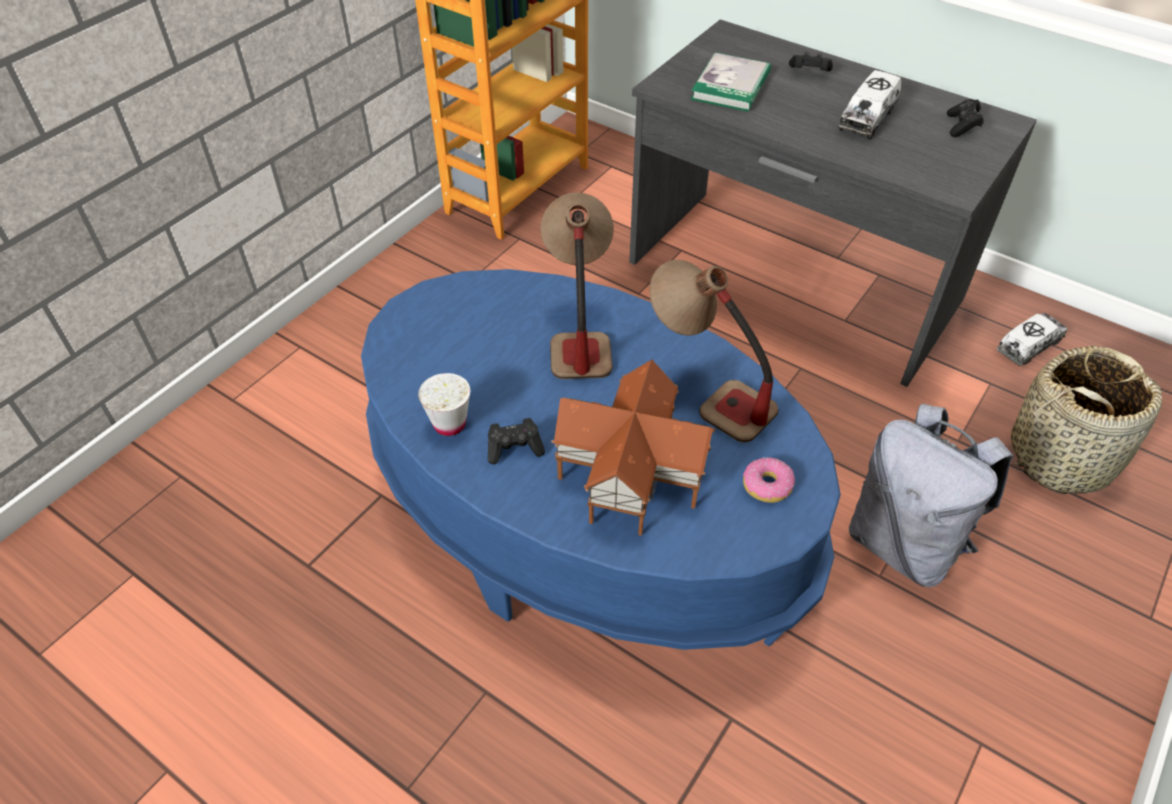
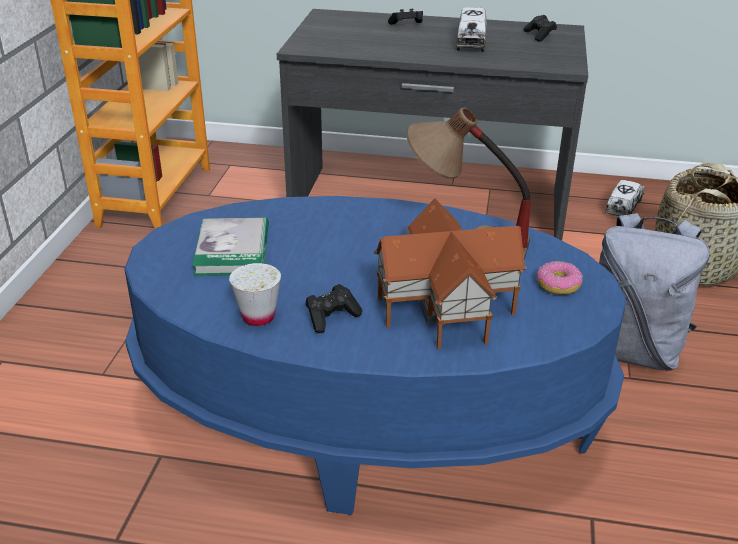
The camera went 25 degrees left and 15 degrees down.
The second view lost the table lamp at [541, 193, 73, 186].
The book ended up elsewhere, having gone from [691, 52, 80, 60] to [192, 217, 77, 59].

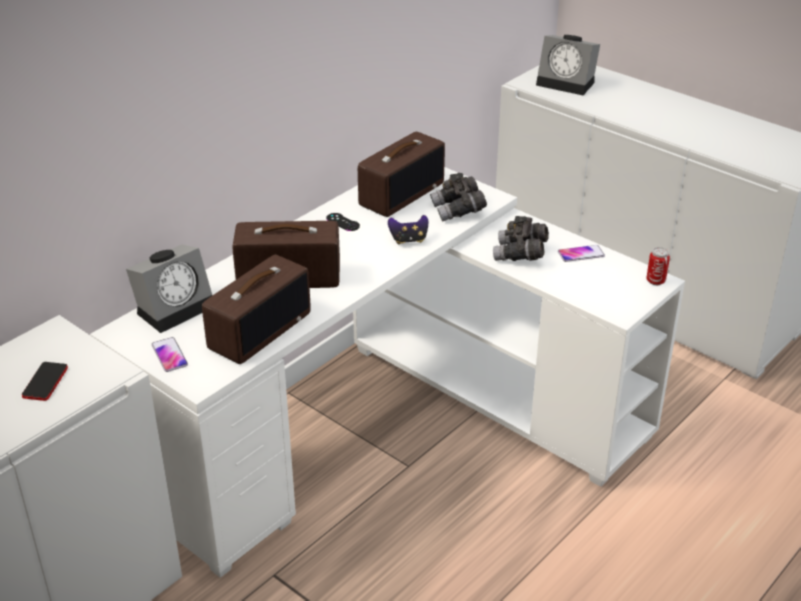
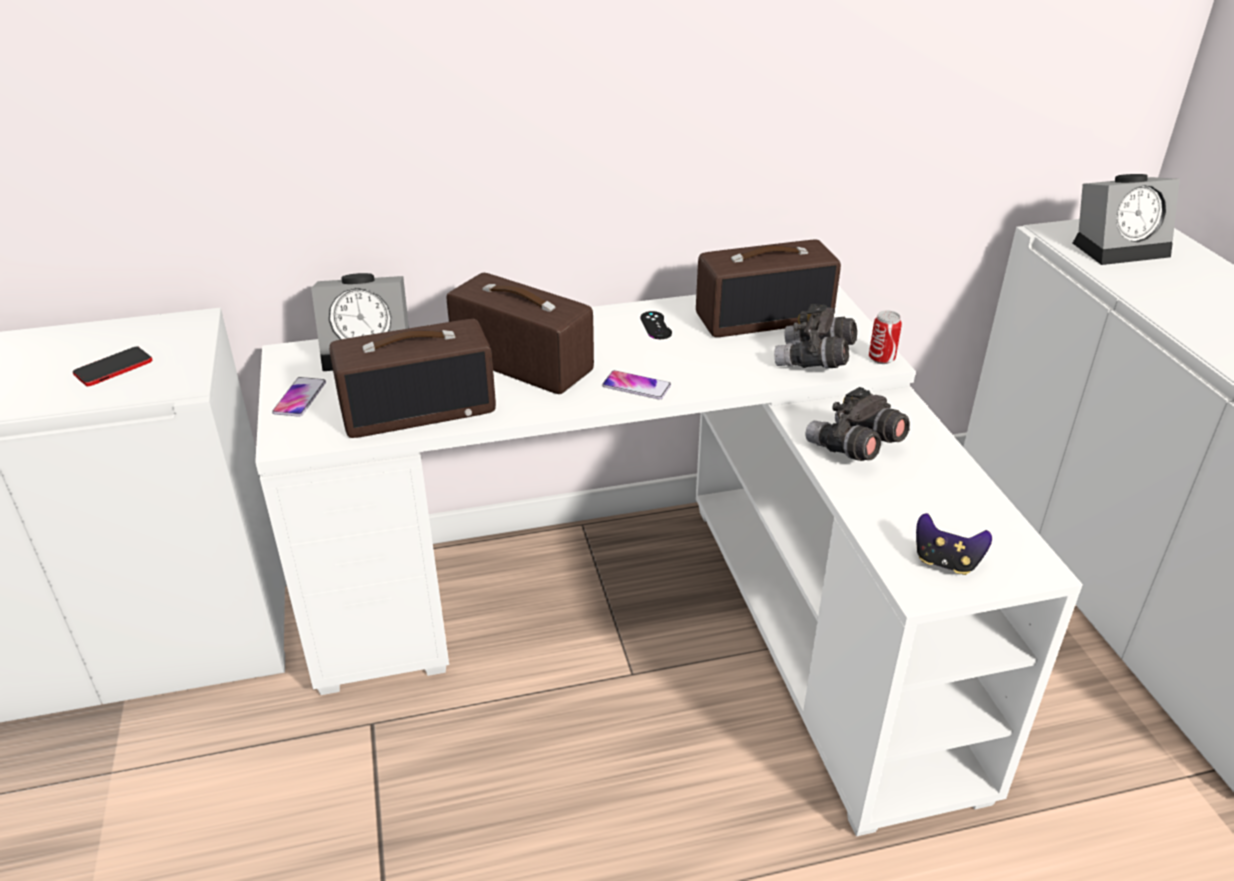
The camera went 35 degrees right and 0 degrees up.
The game controller ended up elsewhere, having gone from [388, 215, 40, 29] to [916, 513, 76, 62].
The phone ended up elsewhere, having gone from [558, 245, 47, 17] to [602, 370, 69, 30].
The can ended up elsewhere, having gone from [646, 247, 24, 38] to [869, 310, 33, 54].
The alarm clock at [536, 35, 64, 60] ended up facing another way, 75 degrees counterclockwise from before.

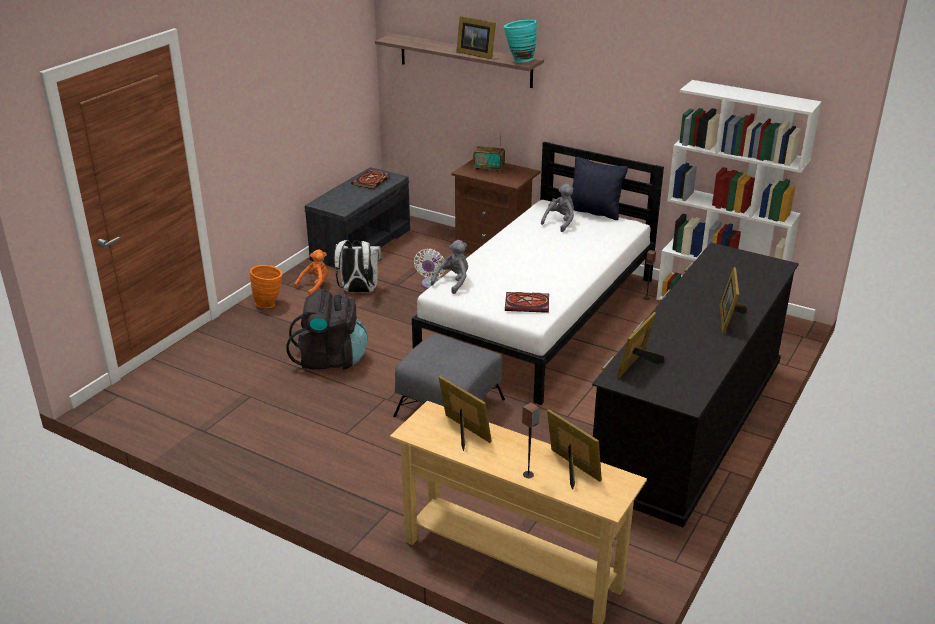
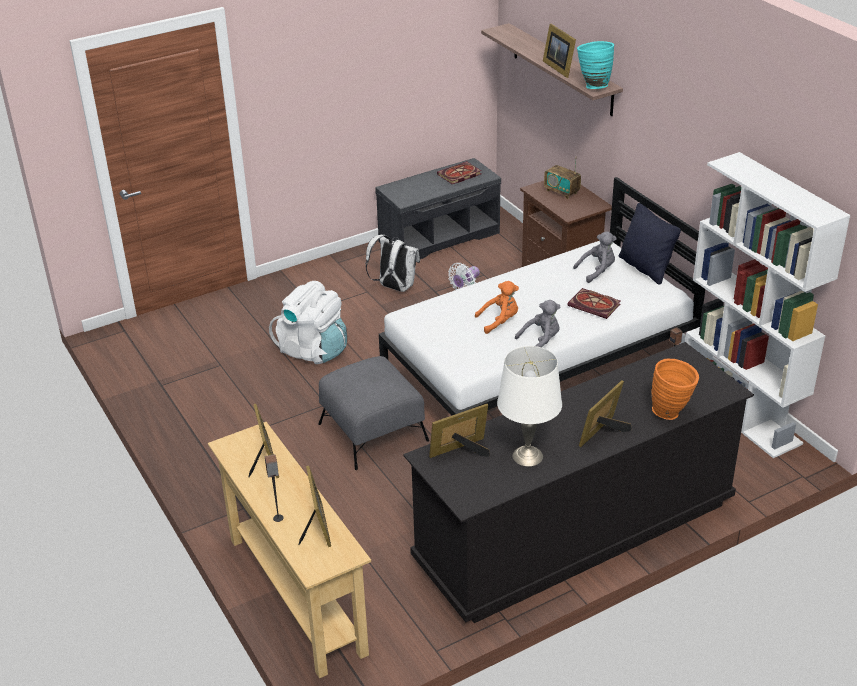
The camera went 30 degrees right and 5 degrees up.
The second view gained the white table lamp at [497, 346, 65, 120].
The orange vase ended up elsewhere, having gone from [250, 265, 32, 43] to [651, 359, 48, 61].
The orange plush toy ended up elsewhere, having gone from [294, 249, 35, 47] to [475, 281, 44, 53].
The grey plush toy ended up elsewhere, having gone from [431, 240, 37, 54] to [515, 300, 46, 47].
The book ended up elsewhere, having gone from [505, 292, 44, 21] to [567, 288, 54, 31].
What was the black backpack at [286, 289, 82, 81] turned into the white backpack at [269, 281, 78, 83].

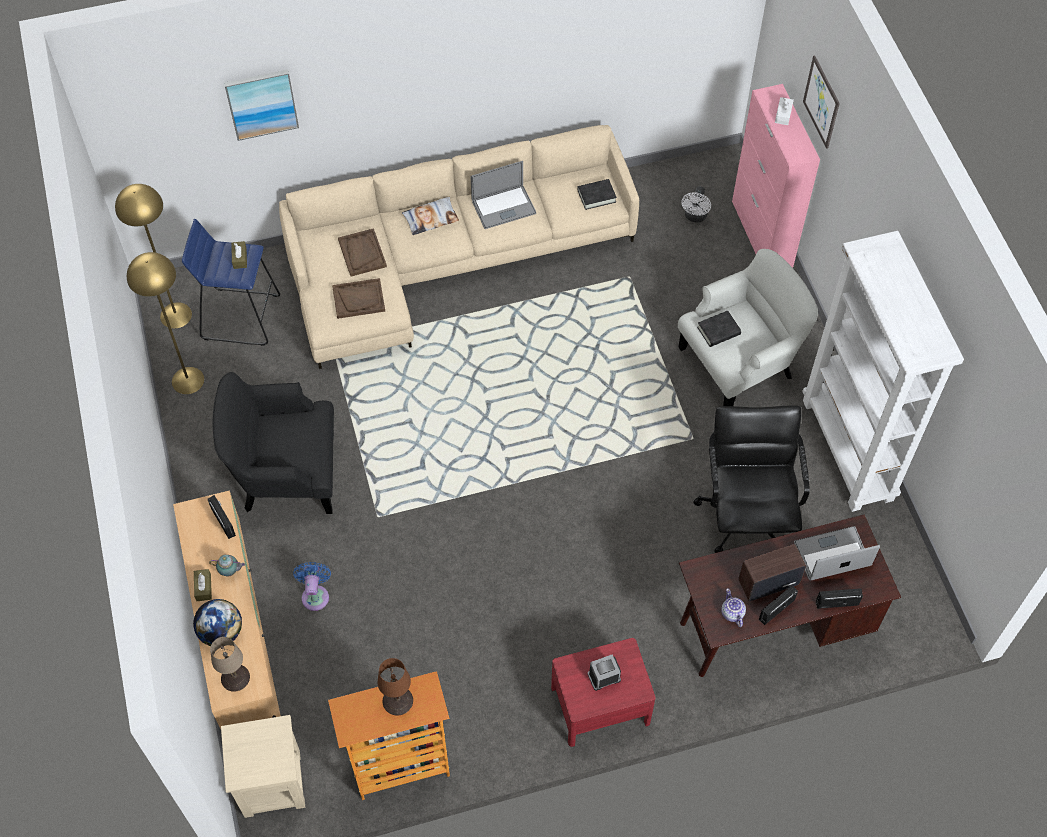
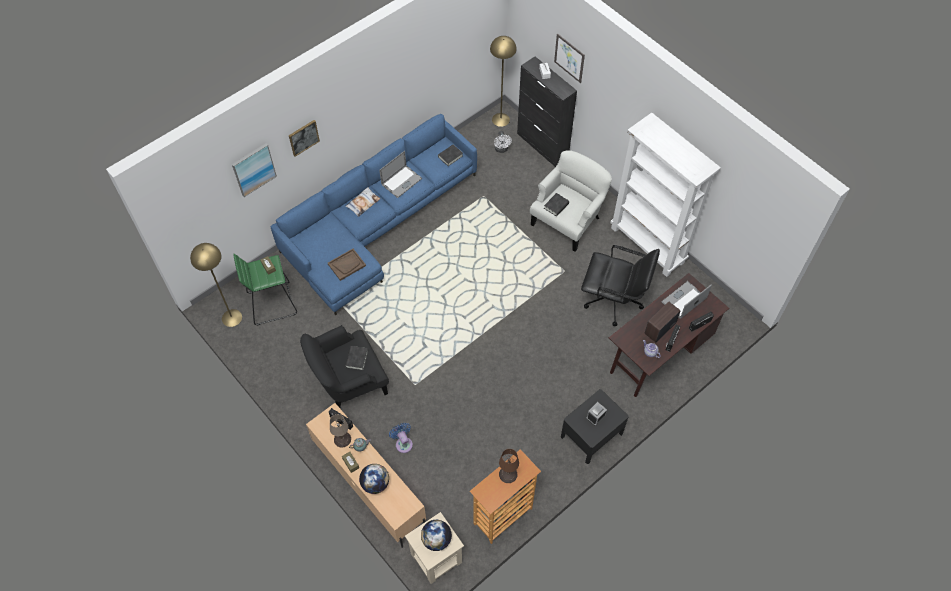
The camera went 25 degrees left and 0 degrees up.
The second view lost the brown tray at [338, 228, 49, 48].
The second view gained the picture at [289, 120, 31, 37].
The second view gained the black book at [345, 346, 23, 24].
The second view gained the globe at [421, 520, 31, 31].
The yellow floor lamp ended up elsewhere, having gone from [127, 252, 77, 142] to [490, 36, 27, 91].
The beige table lamp ended up elsewhere, having gone from [210, 637, 40, 55] to [330, 414, 21, 34].
What was the blue stool at [182, 219, 98, 127] turned into the green stool at [233, 254, 64, 72].
What was the beige sofa at [279, 125, 360, 244] turned into the blue sofa at [271, 114, 206, 201].
What was the red nightstand at [551, 638, 104, 109] turned into the black nightstand at [561, 389, 68, 75].
What was the pink cabinet at [732, 84, 88, 184] turned into the black cabinet at [517, 57, 60, 110].
The black office chair at [693, 406, 117, 147] ended up facing another way, 135 degrees clockwise from before.

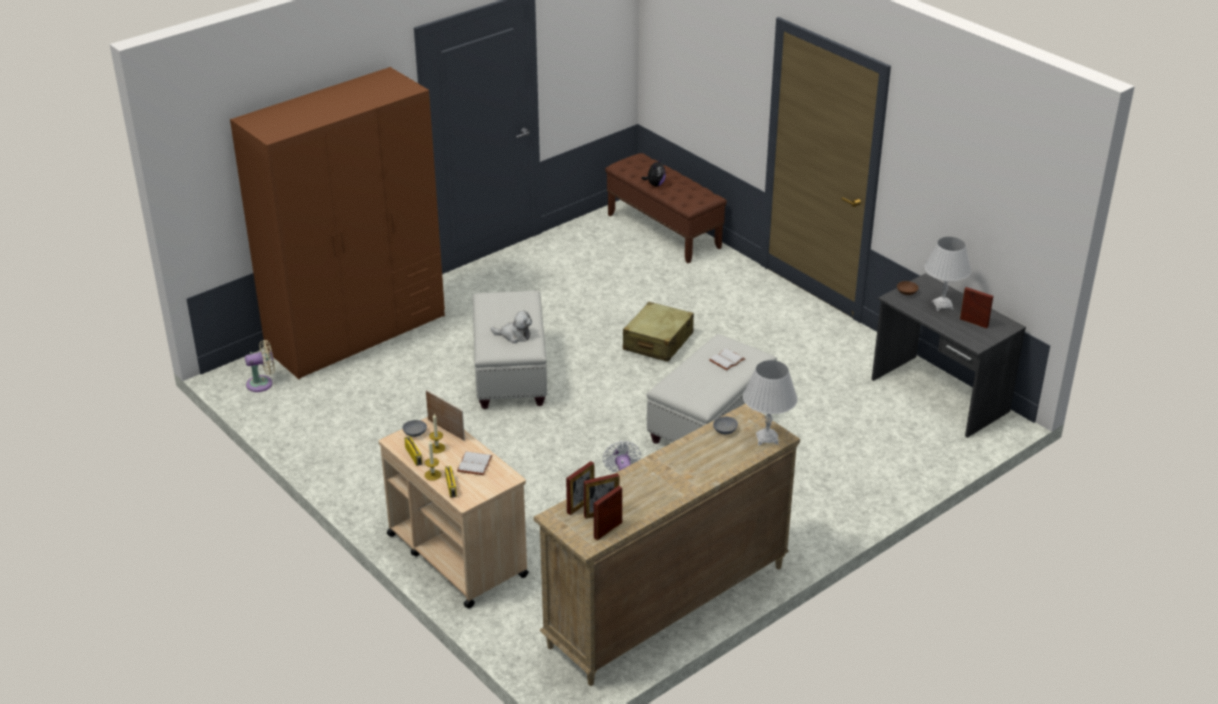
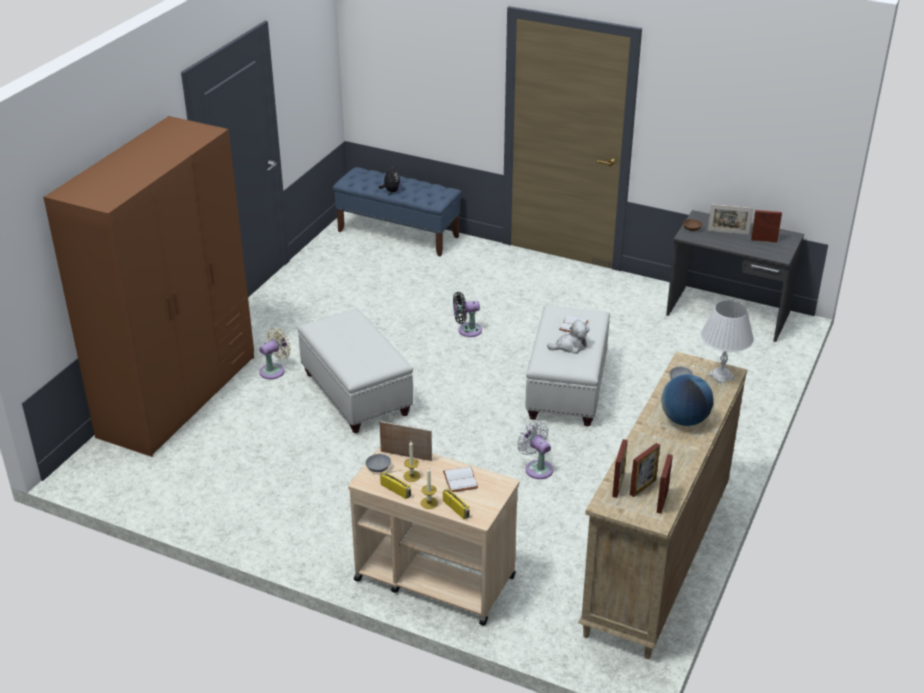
The camera went 25 degrees left and 0 degrees up.
The second view gained the globe at [661, 374, 53, 52].
The beige fan ended up elsewhere, having gone from [245, 340, 30, 52] to [259, 328, 32, 51].
The plush toy ended up elsewhere, having gone from [491, 311, 41, 32] to [547, 320, 42, 34].
Where the beige suitcase stood at [623, 302, 71, 60], the black fan came to stand at [453, 292, 29, 45].
Where the white table lamp stood at [925, 237, 46, 74], the picture frame came to stand at [707, 204, 46, 31].
What was the brown bench at [605, 153, 122, 110] turned into the blue bench at [333, 167, 128, 90].

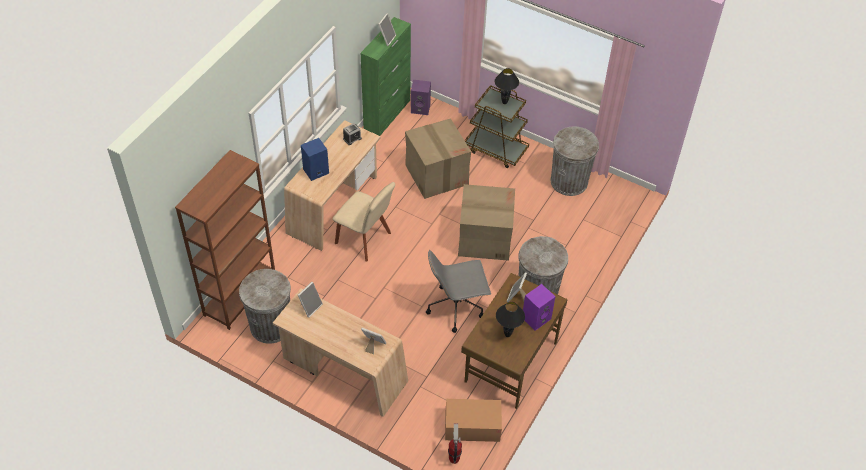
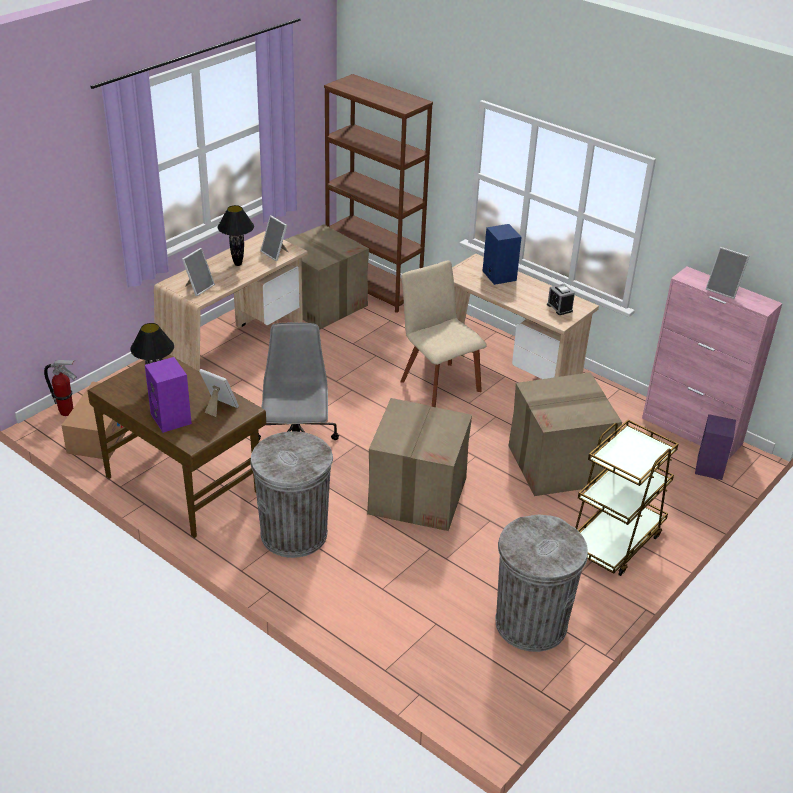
The camera went 100 degrees right and 15 degrees down.
The black table lamp ended up elsewhere, having gone from [495, 68, 24, 36] to [218, 205, 36, 61].
Where the grey trash can stood at [239, 269, 52, 75], the cardboard box came to stand at [285, 224, 84, 106].
What was the green cabinet at [361, 17, 50, 119] turned into the pink cabinet at [642, 267, 141, 192].
The beige chair at [332, 182, 63, 79] ended up facing another way, 105 degrees clockwise from before.

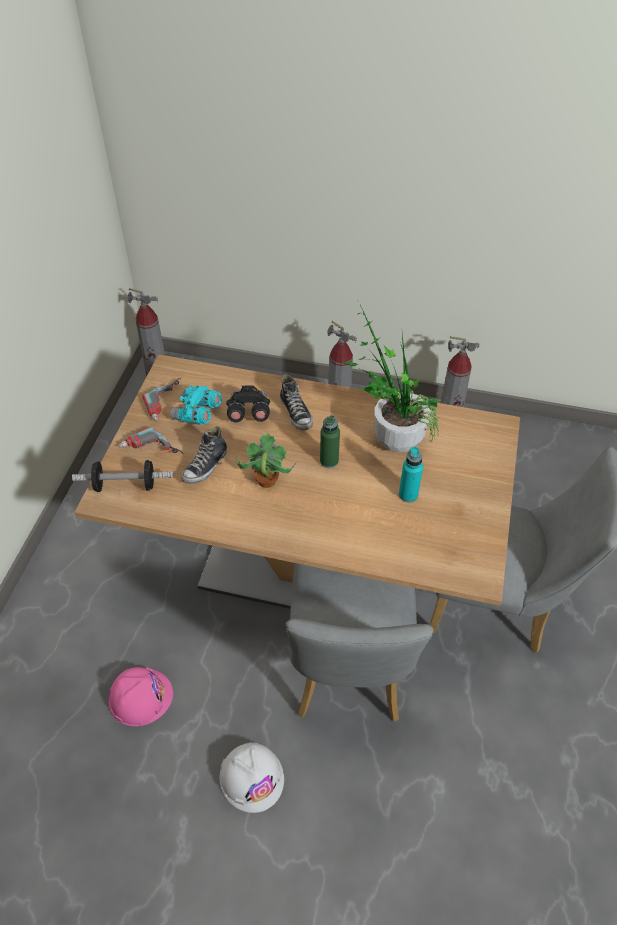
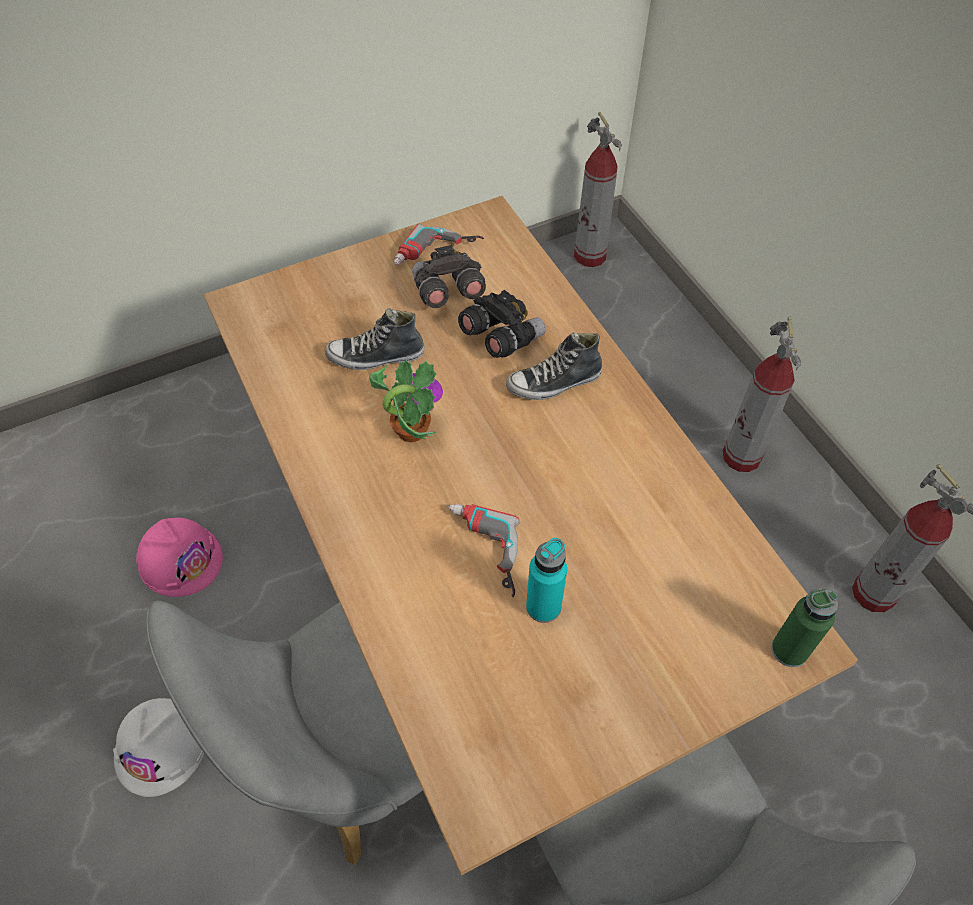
The camera went 50 degrees right and 5 degrees up.
The second view lost the dumbbell at [72, 460, 102, 32].
The second view lost the potted plant at [338, 298, 103, 154].
The power drill ended up elsewhere, having gone from [119, 426, 64, 28] to [448, 503, 72, 95].
The green bottle ended up elsewhere, having gone from [320, 415, 20, 53] to [771, 588, 67, 79].
What was the turquoise binoculars at [170, 385, 52, 40] turned into the grey binoculars at [412, 245, 74, 63].
The shoe at [280, 374, 33, 56] ended up facing another way, 45 degrees clockwise from before.

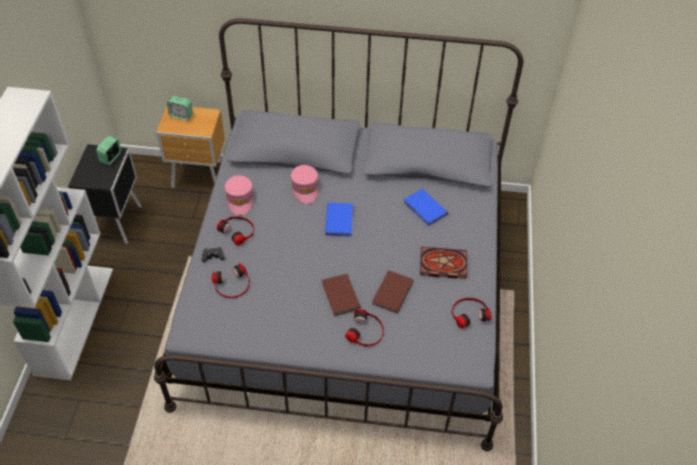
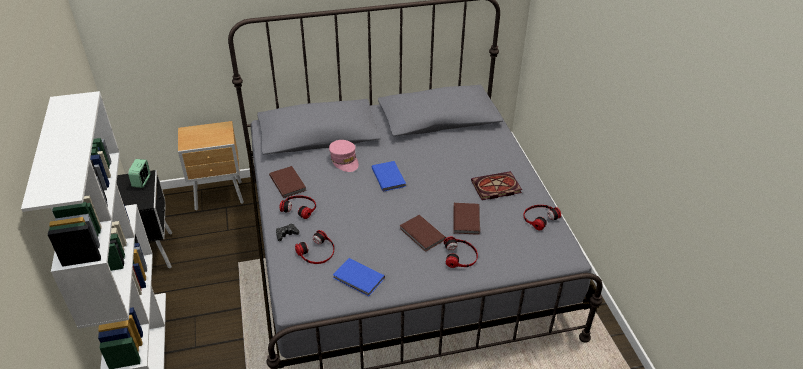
The camera went 20 degrees left and 10 degrees down.
The second view lost the alarm clock at [167, 96, 26, 25].
The blue book ended up elsewhere, having gone from [403, 189, 45, 37] to [333, 258, 52, 38].
Where the pink cap stood at [225, 175, 28, 40], the brown book came to stand at [269, 166, 37, 32].

